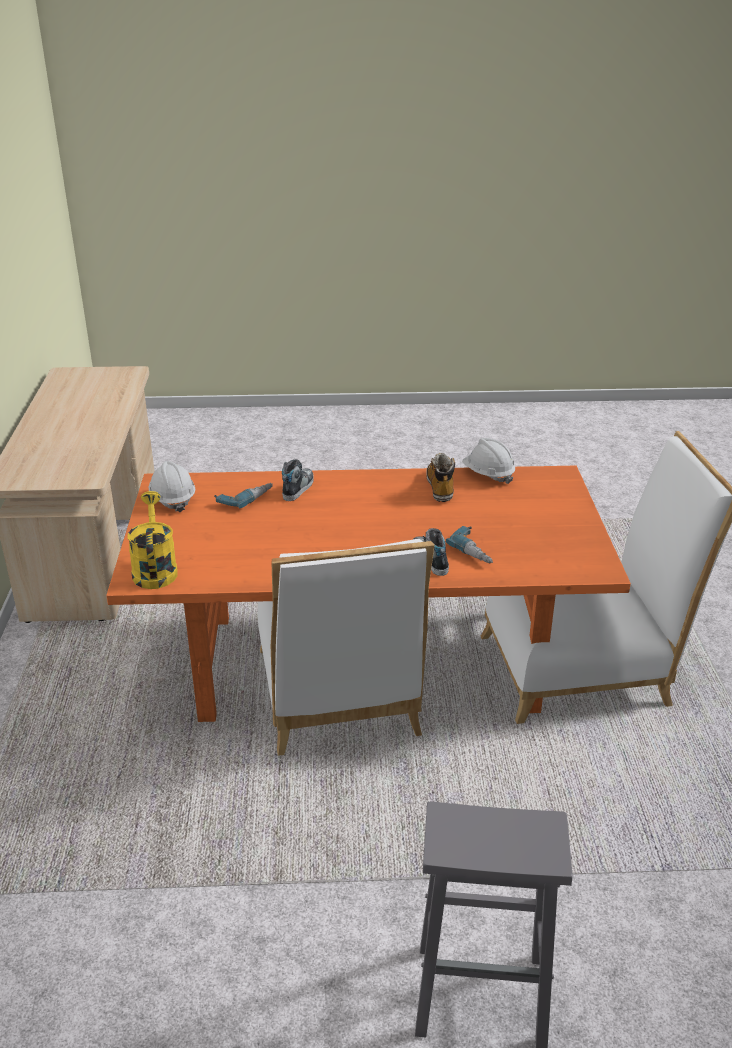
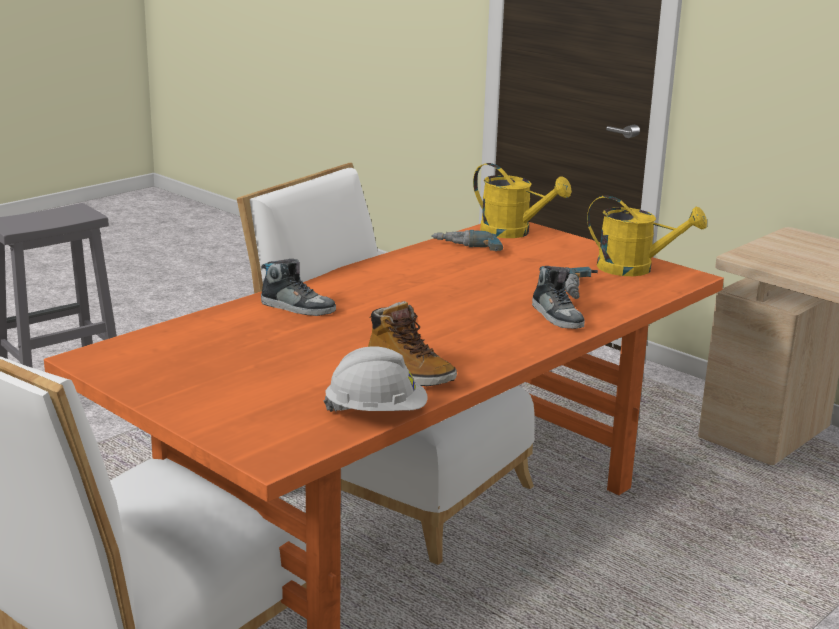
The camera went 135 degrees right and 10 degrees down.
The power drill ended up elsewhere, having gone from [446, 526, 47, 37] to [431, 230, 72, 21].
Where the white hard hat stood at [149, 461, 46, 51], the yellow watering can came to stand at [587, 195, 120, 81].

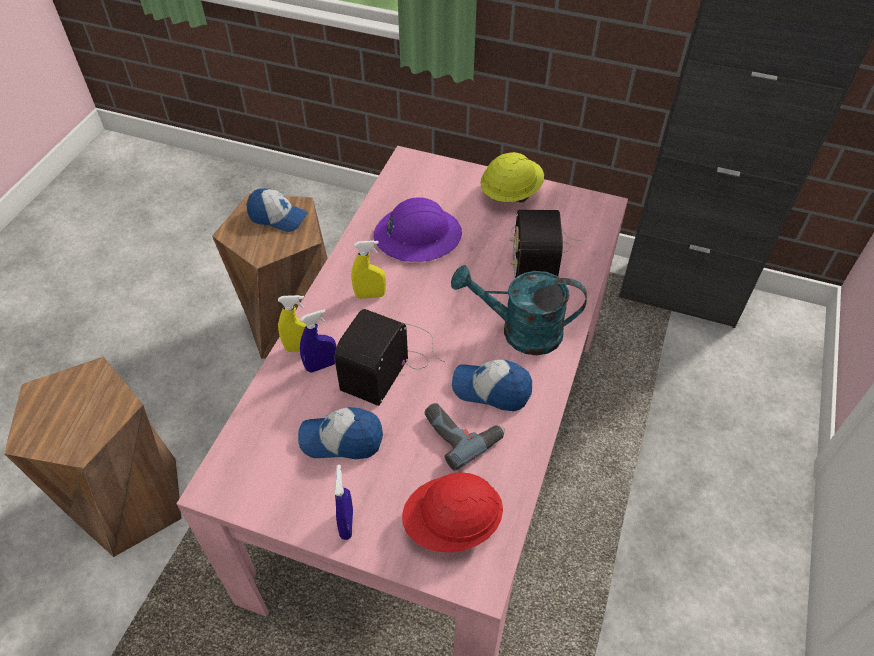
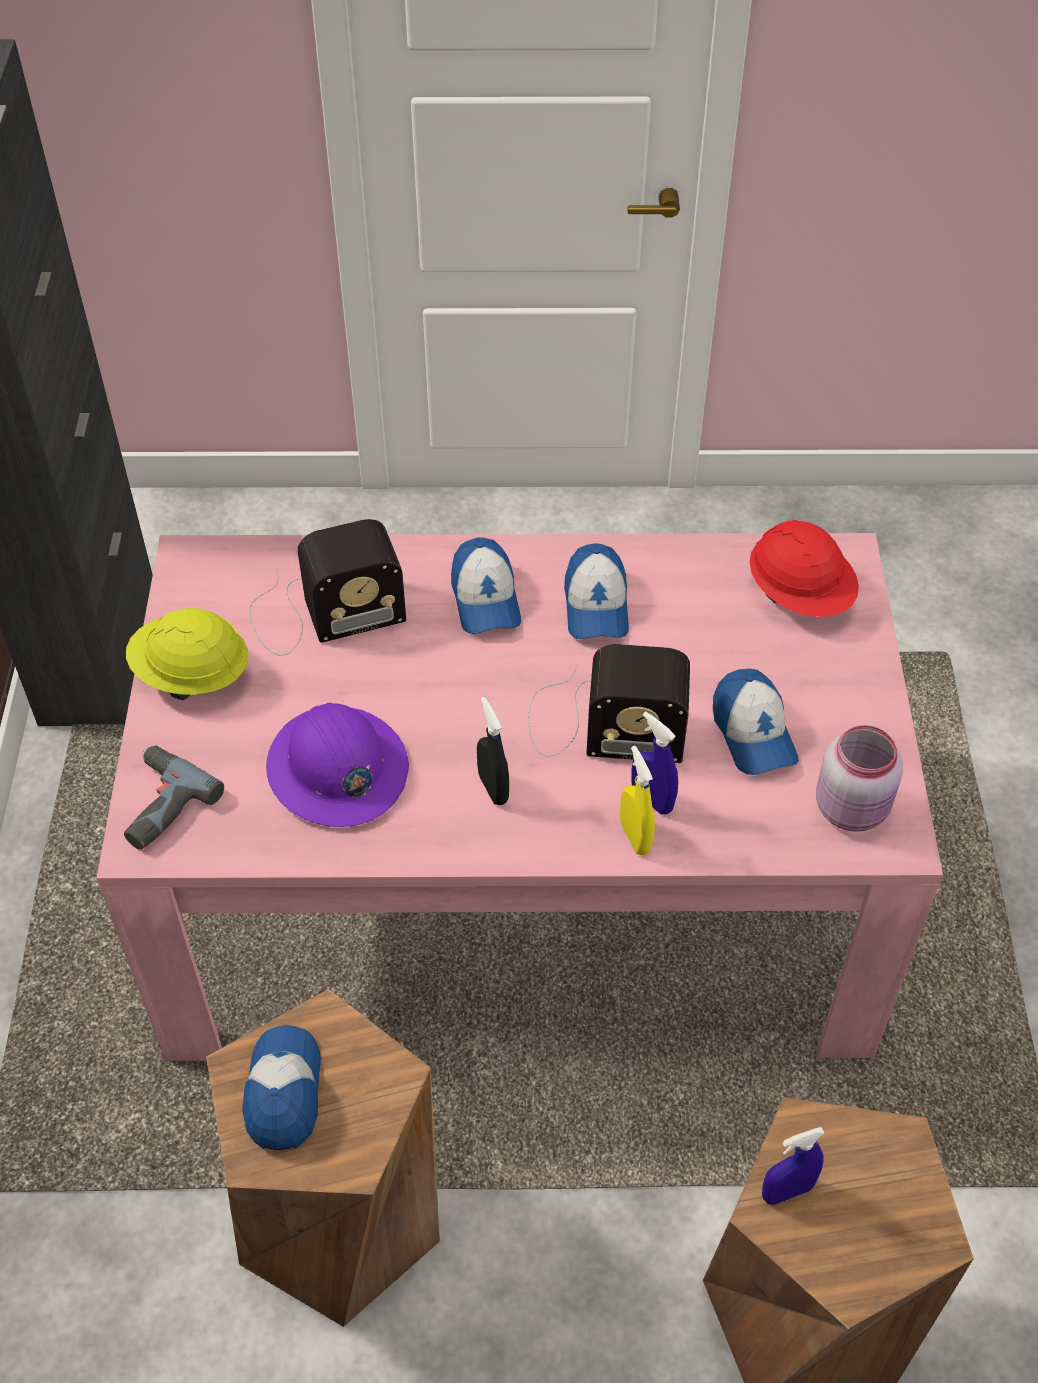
The camera went 110 degrees left and 0 degrees up.
The second view gained the pink jar at [816, 725, 87, 107].
The blue spray bottle ended up elsewhere, having gone from [334, 465, 19, 75] to [762, 1127, 63, 78].
The power drill ended up elsewhere, having gone from [425, 403, 80, 67] to [124, 746, 100, 104].
Where the turquoise watering can stood at [451, 265, 136, 90], the cap came to stand at [451, 538, 70, 96].
What was the yellow spray bottle at [351, 240, 35, 59] turned into the black spray bottle at [477, 697, 32, 108].

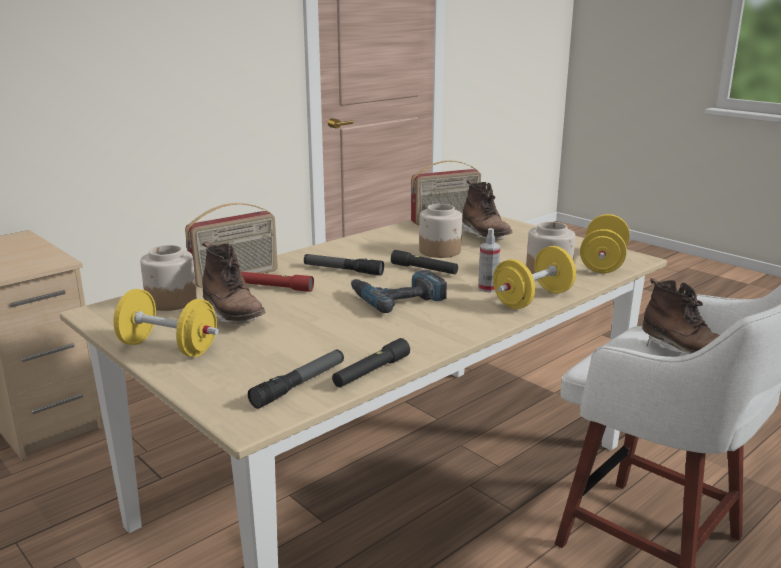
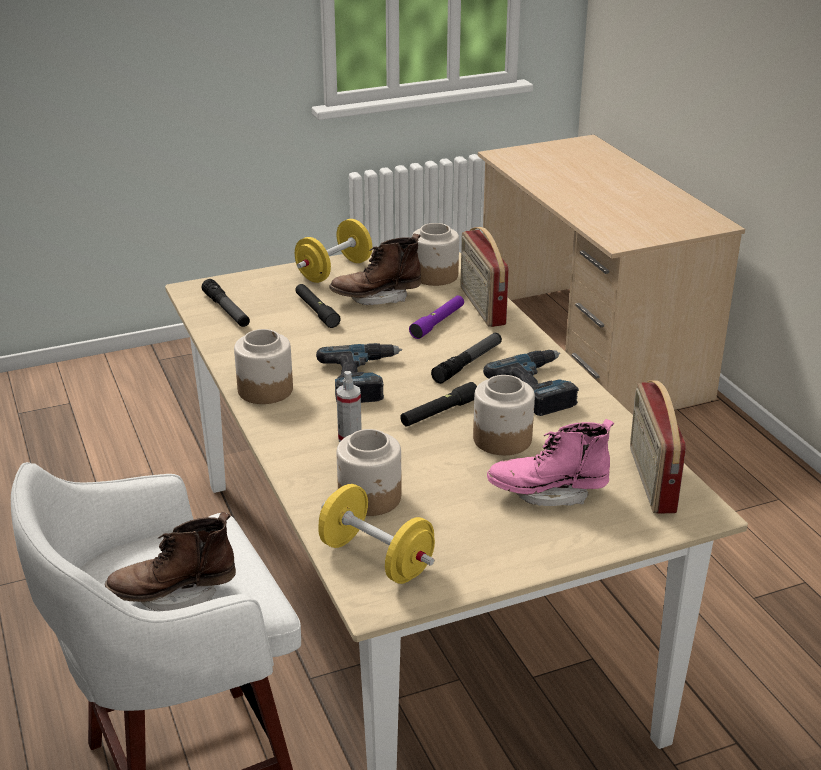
The camera went 110 degrees right and 10 degrees up.
The second view lost the yellow dumbbell at [493, 246, 83, 63].
The second view gained the jar at [234, 329, 59, 75].
The second view gained the power drill at [483, 350, 96, 66].
The black flashlight ended up elsewhere, having gone from [332, 338, 78, 49] to [295, 284, 46, 44].
What was the red flashlight at [241, 272, 73, 20] turned into the purple flashlight at [409, 295, 55, 44].
What was the brown boot at [462, 180, 51, 60] turned into the pink boot at [487, 419, 127, 87].

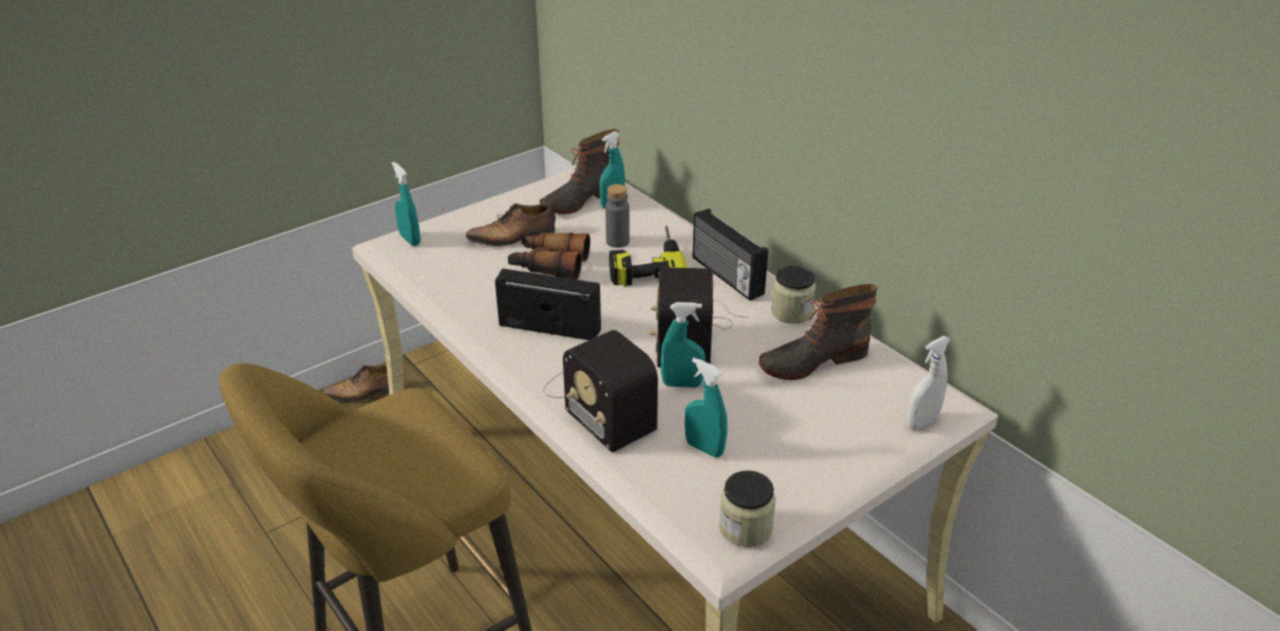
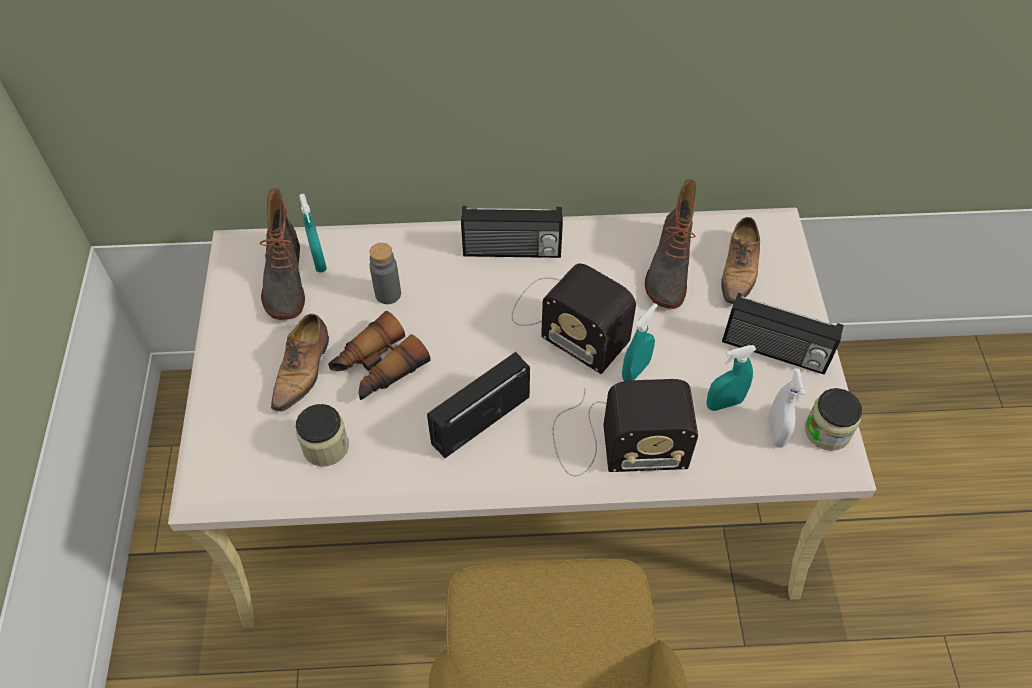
The camera went 55 degrees left and 20 degrees up.
The second view lost the turquoise spray bottle at [392, 162, 28, 84].
The second view lost the power drill at [609, 226, 78, 61].
The second view gained the radio at [722, 293, 122, 81].
The shoe ended up elsewhere, having gone from [323, 365, 66, 37] to [721, 217, 39, 87].
The jar ended up elsewhere, having gone from [771, 266, 45, 58] to [296, 404, 53, 63].
The white spray bottle ended up elsewhere, having gone from [907, 336, 44, 93] to [768, 369, 37, 79].

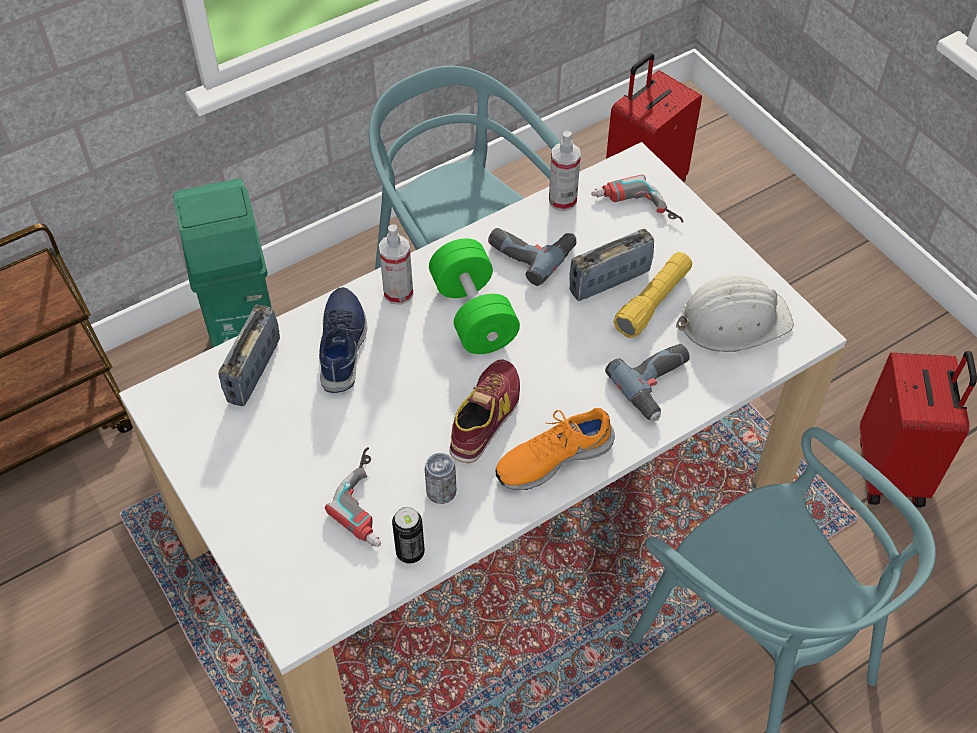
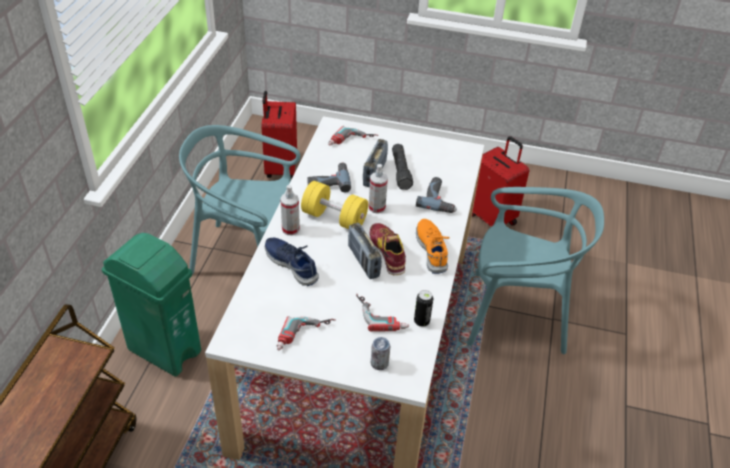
The camera went 45 degrees left and 10 degrees down.
The second view lost the white hard hat at [676, 275, 118, 77].
The second view gained the power drill at [277, 316, 59, 34].
The radio ended up elsewhere, having gone from [218, 304, 62, 102] to [348, 223, 34, 56].
The can ended up elsewhere, having gone from [425, 453, 31, 51] to [371, 337, 19, 33].
The spray bottle ended up elsewhere, having gone from [549, 130, 32, 81] to [369, 164, 19, 50].
What was the green dumbbell at [429, 238, 91, 116] turned into the yellow dumbbell at [301, 181, 67, 48].
What was the yellow flashlight at [613, 252, 79, 86] turned into the black flashlight at [392, 144, 21, 46].
The orange shoe at [496, 408, 119, 82] ended up facing another way, 150 degrees clockwise from before.

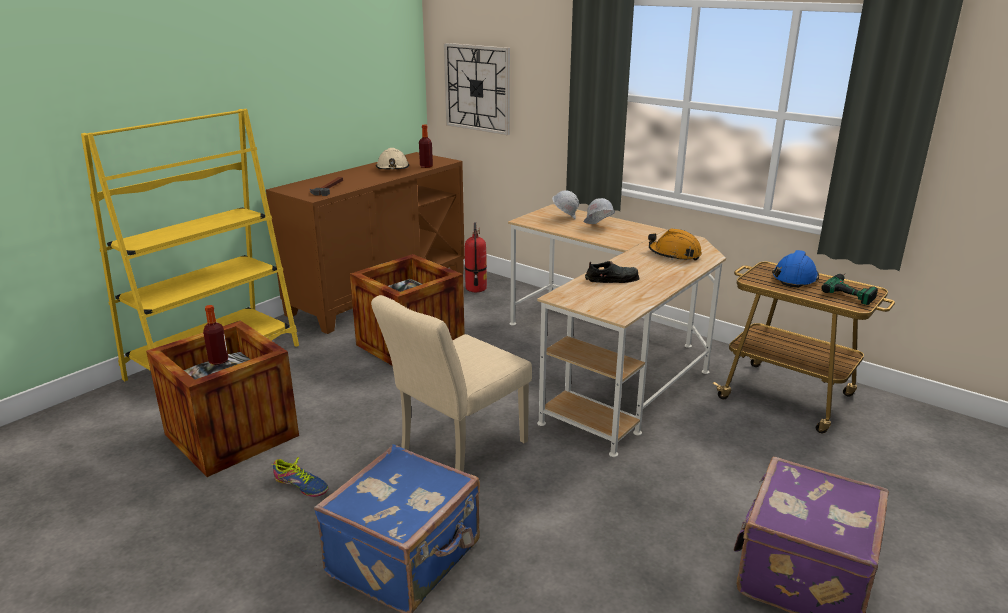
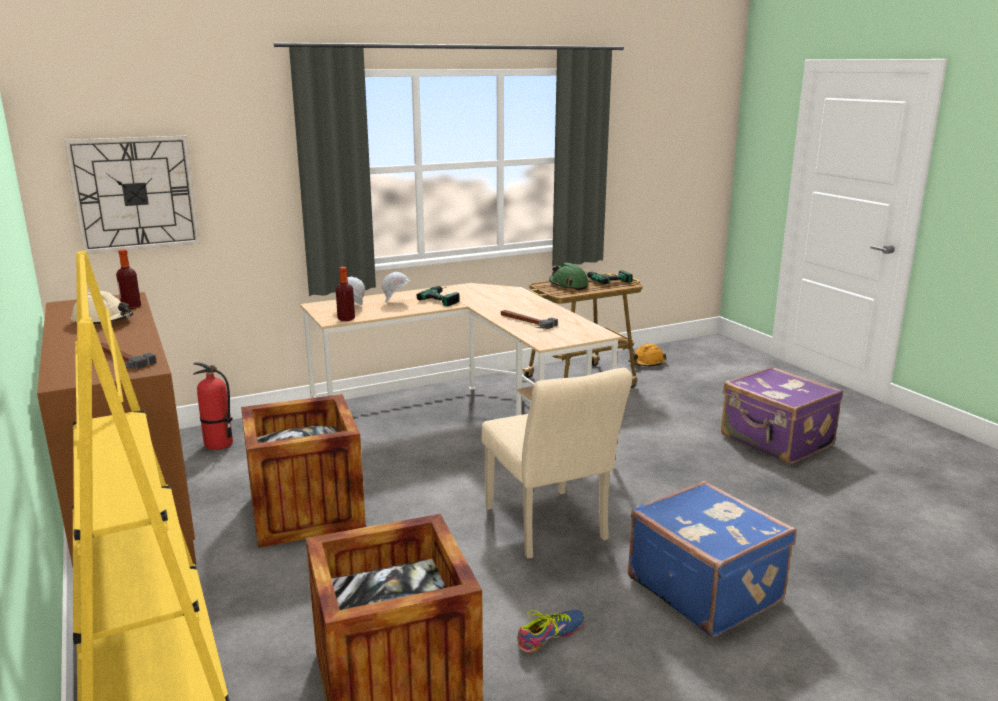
The camera went 65 degrees left and 5 degrees down.
The second view gained the power drill at [417, 286, 43, 21].
The bottle ended up elsewhere, having gone from [203, 305, 25, 60] to [336, 267, 19, 54].
The orange hard hat ended up elsewhere, having gone from [648, 229, 54, 32] to [628, 344, 38, 22].
Where the black shoe stood at [585, 261, 54, 22], the hammer came to stand at [501, 310, 57, 19].
What was the blue hard hat at [772, 250, 47, 38] turned into the green hard hat at [549, 262, 40, 28].

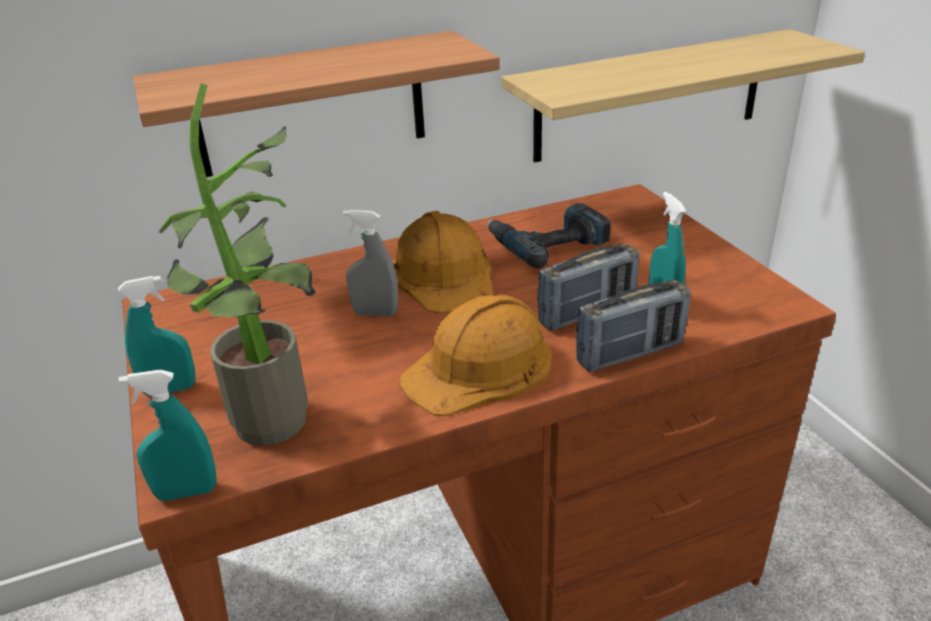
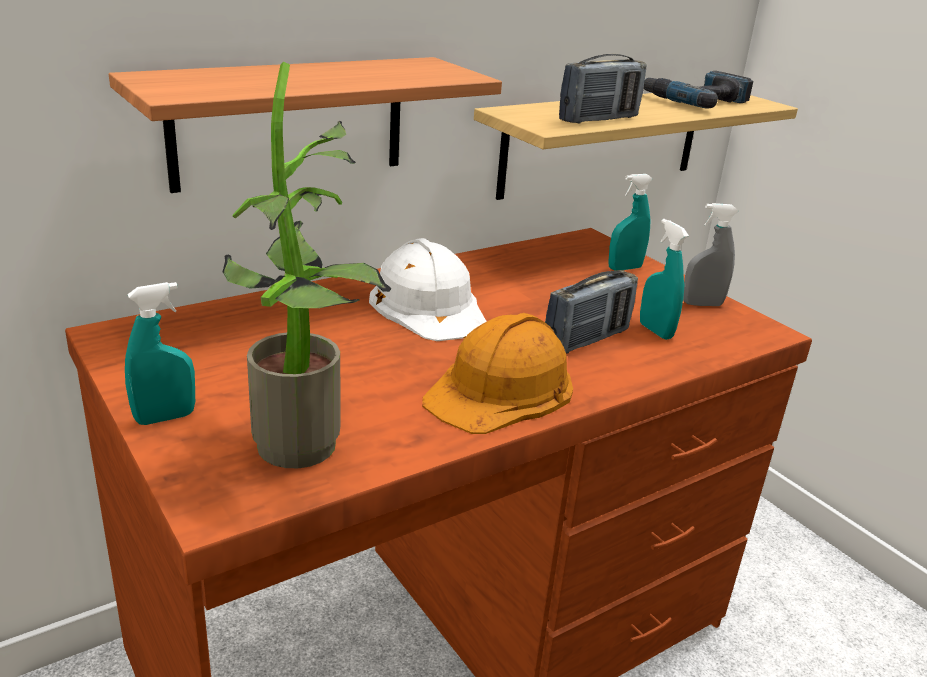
The camera went 15 degrees left and 5 degrees down.
The turquoise spray bottle ended up elsewhere, having gone from [119, 370, 98, 131] to [609, 174, 44, 96].
The grey spray bottle ended up elsewhere, having gone from [343, 210, 55, 106] to [683, 203, 56, 103].
The power drill ended up elsewhere, having gone from [487, 203, 124, 65] to [644, 71, 109, 38].
The radio ended up elsewhere, having gone from [576, 280, 115, 92] to [559, 54, 88, 70].
What was the orange hard hat at [393, 211, 101, 103] turned into the white hard hat at [369, 238, 118, 103].

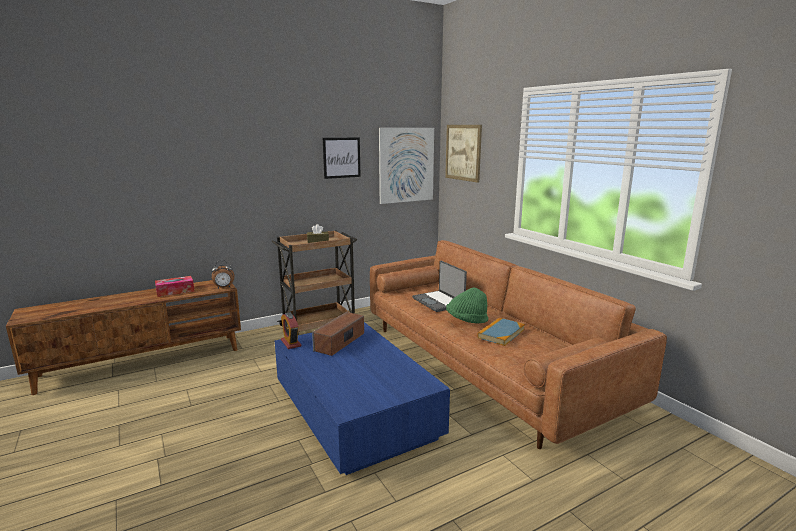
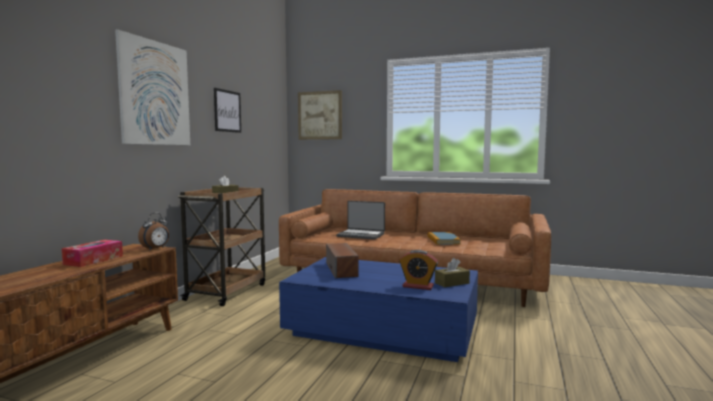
The camera went 40 degrees left and 10 degrees down.
The second view lost the green hat at [446, 288, 42, 35].
The second view gained the brown tissue box at [435, 258, 35, 30].
The alarm clock ended up elsewhere, having gone from [281, 312, 20, 37] to [399, 250, 39, 40].
The picture ended up elsewhere, having gone from [379, 128, 55, 76] to [115, 29, 75, 116].

